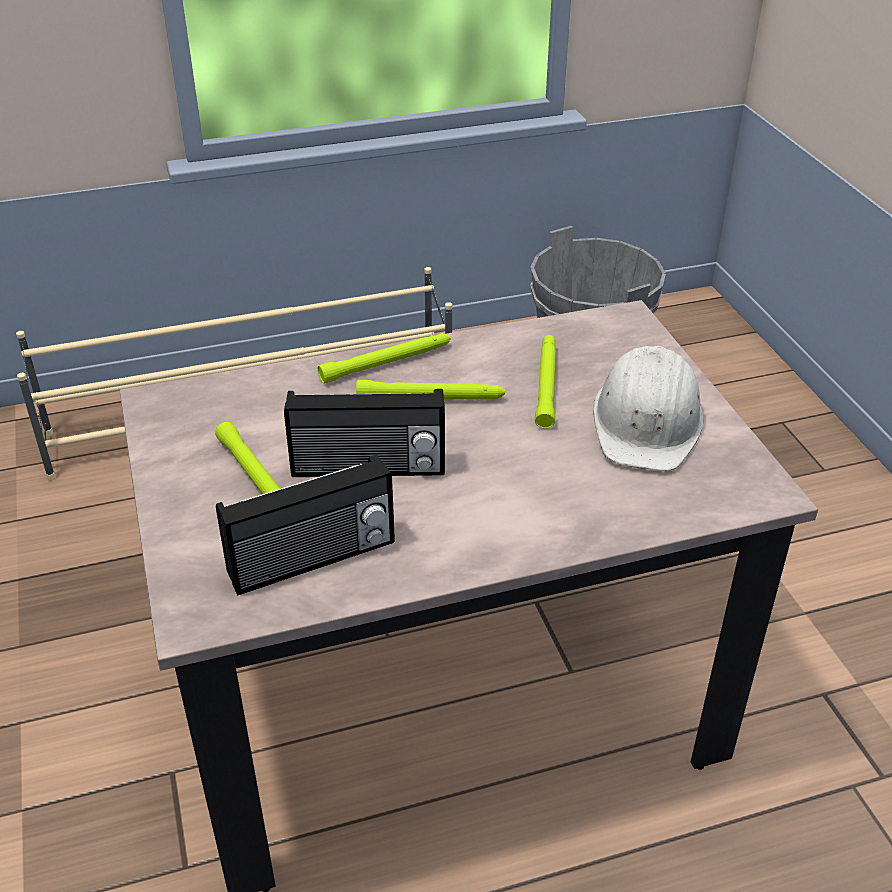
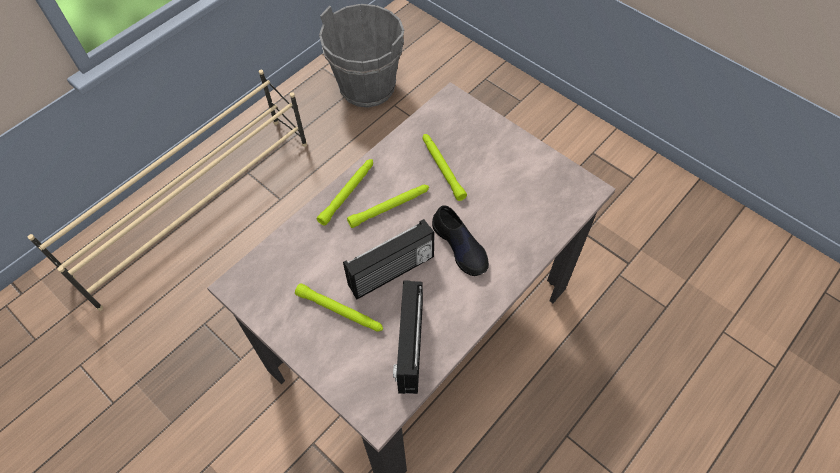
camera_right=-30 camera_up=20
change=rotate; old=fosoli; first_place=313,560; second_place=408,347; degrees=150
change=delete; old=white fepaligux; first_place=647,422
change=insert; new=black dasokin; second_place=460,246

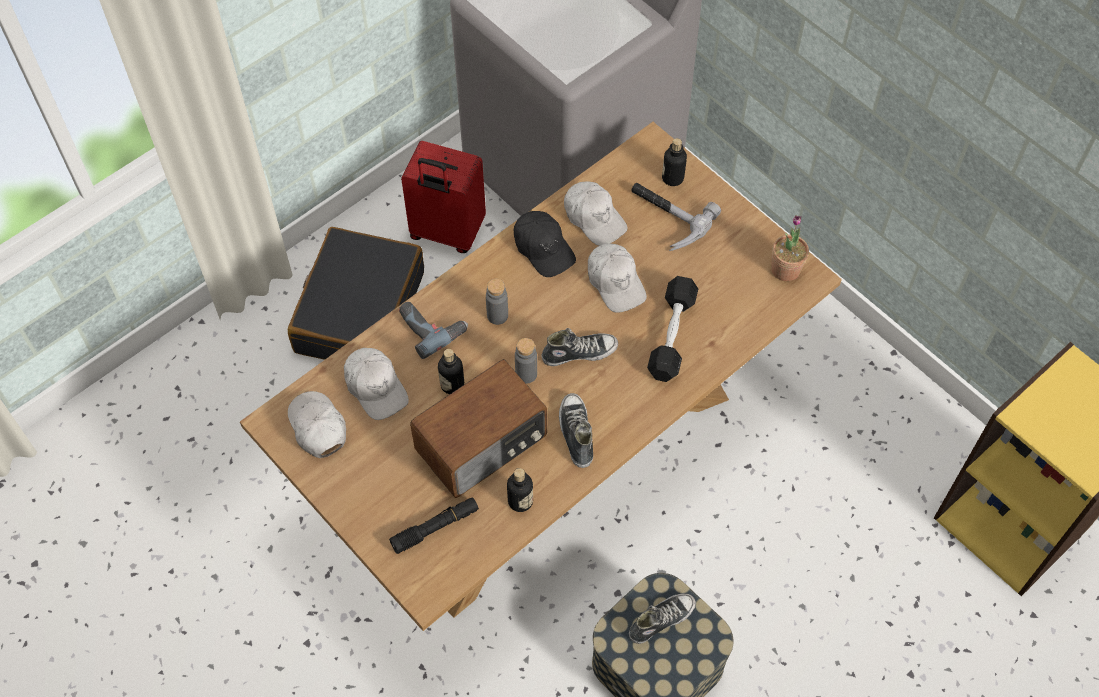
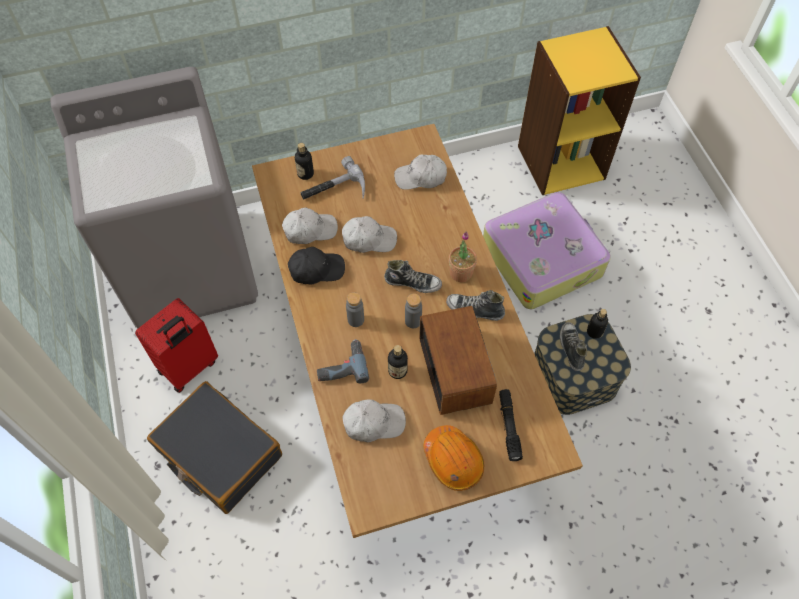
camera_right=-65 camera_up=0
change=move; old=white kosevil; first_place=318,427; second_place=421,177
change=move; old=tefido; first_place=520,501; second_place=594,332
change=rotate; old=dasokin; first_place=579,353; second_place=413,283; degrees=90
change=delete; old=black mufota; first_place=672,335
change=move; old=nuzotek; first_place=785,269; second_place=461,272
change=insert; new=orange fepaligux; second_place=453,460
change=insert; new=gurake; second_place=542,258

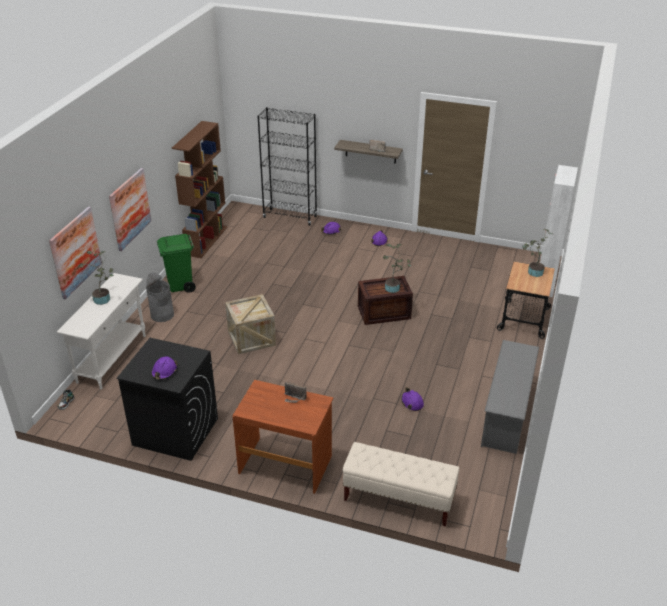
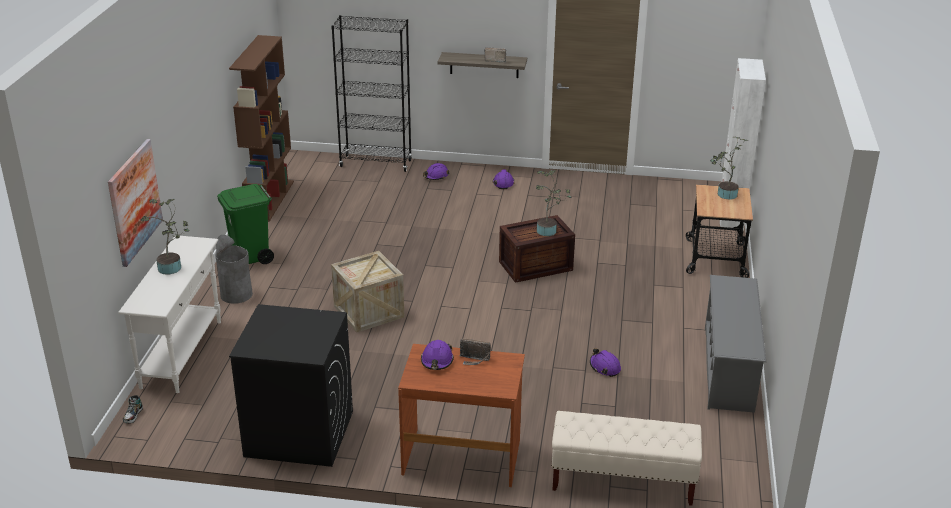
camera_right=-10 camera_up=-5
change=delete; old=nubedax; first_place=129,208
change=move; old=purple fepaligux; first_place=164,372; second_place=437,361

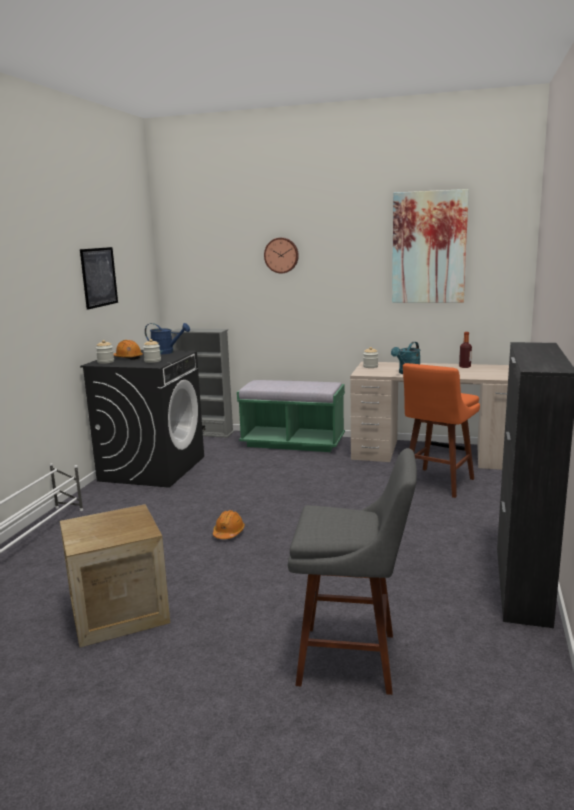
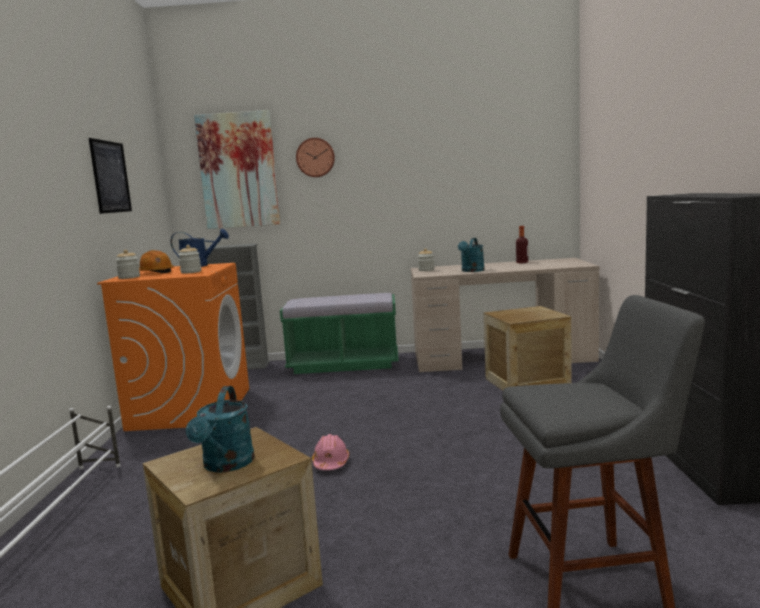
camera_right=-15 camera_up=-5
change=recolor; old=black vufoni; new=orange vufoni; first_place=152,468; second_place=191,408
change=recolor; old=orange fepaligux; new=pink fepaligux; first_place=228,533; second_place=331,463
change=move; old=nubedax; first_place=429,247; second_place=238,170
change=replace; old=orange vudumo; new=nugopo; first_place=437,484; second_place=527,383
change=insert; new=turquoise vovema; second_place=226,465

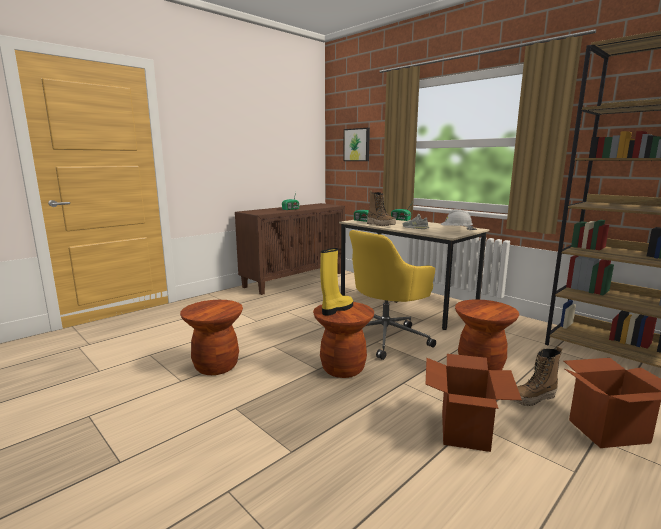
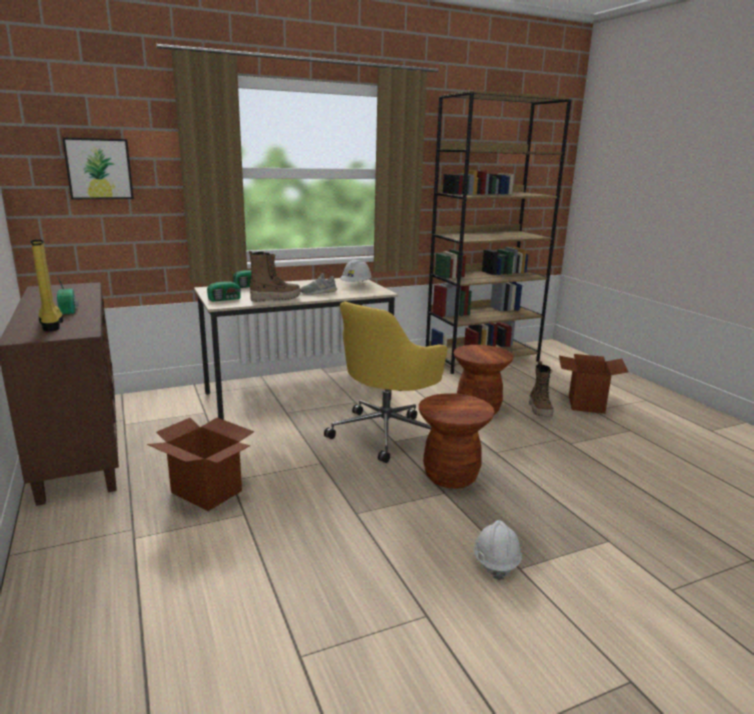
camera_right=-70 camera_up=5
change=delete; old=brown vudumo; first_place=216,366
change=move; old=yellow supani; first_place=336,309; second_place=51,324
change=rotate; old=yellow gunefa; first_place=386,337; second_place=387,433; degrees=60
change=move; old=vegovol; first_place=464,431; second_place=207,492
change=insert; new=white fepaligux; second_place=496,561

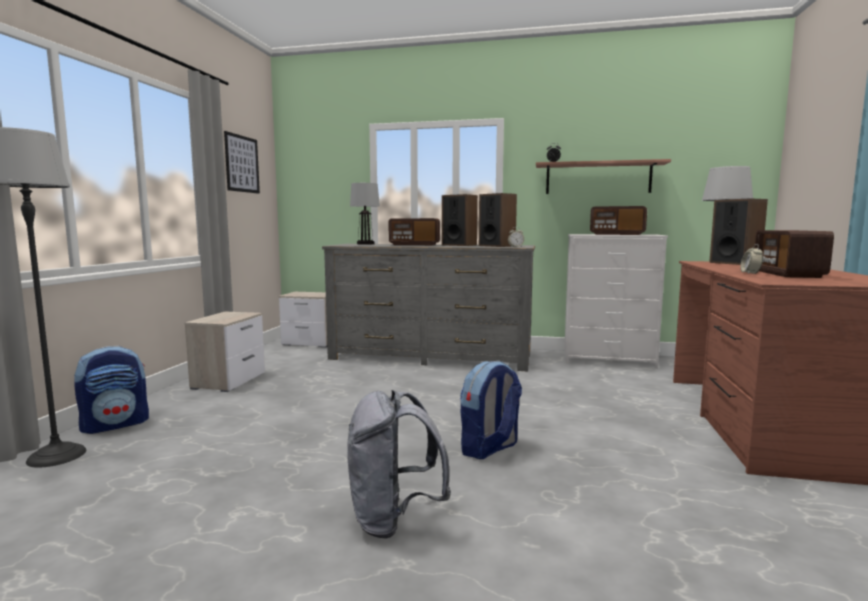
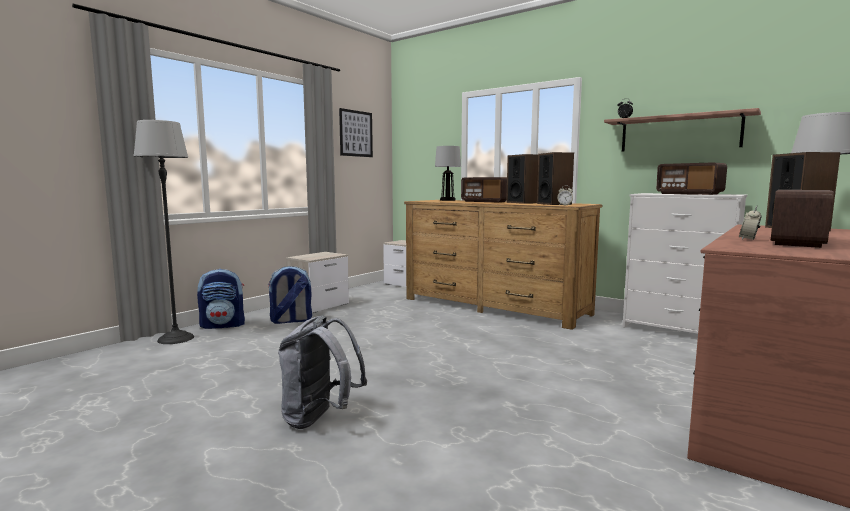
camera_right=25 camera_up=0
change=recolor; old=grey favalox; new=brown favalox; first_place=430,357; second_place=494,306
change=move; old=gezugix; first_place=489,449; second_place=290,321

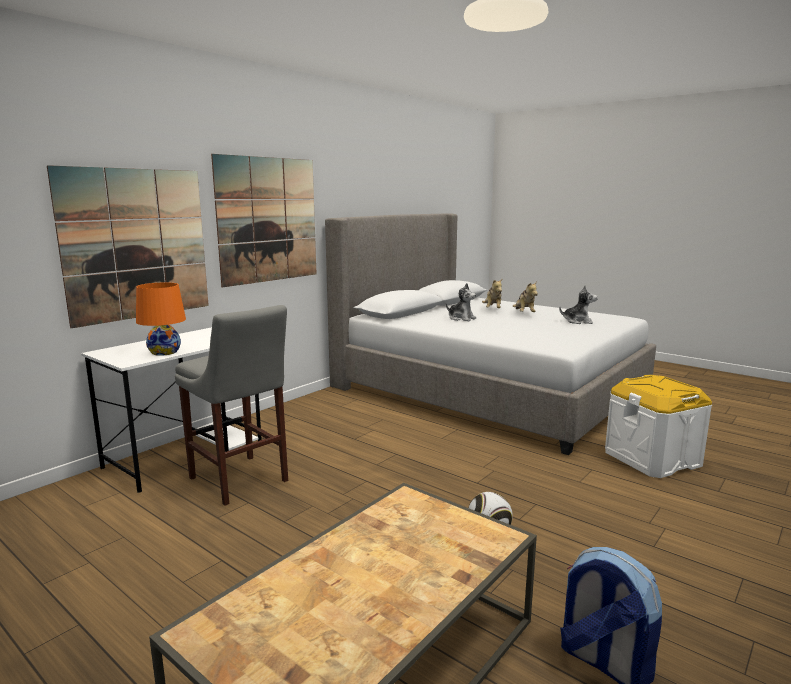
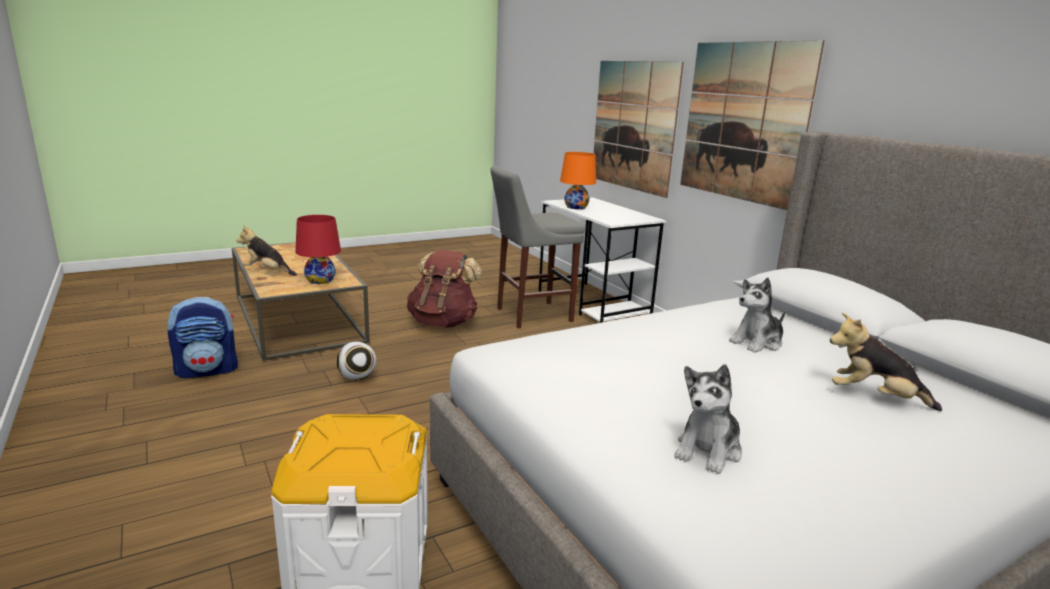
camera_right=110 camera_up=5
change=move; old=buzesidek; first_place=524,313; second_place=267,272
change=insert; new=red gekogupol; second_place=320,280
change=insert; new=brown gezugix; second_place=443,323

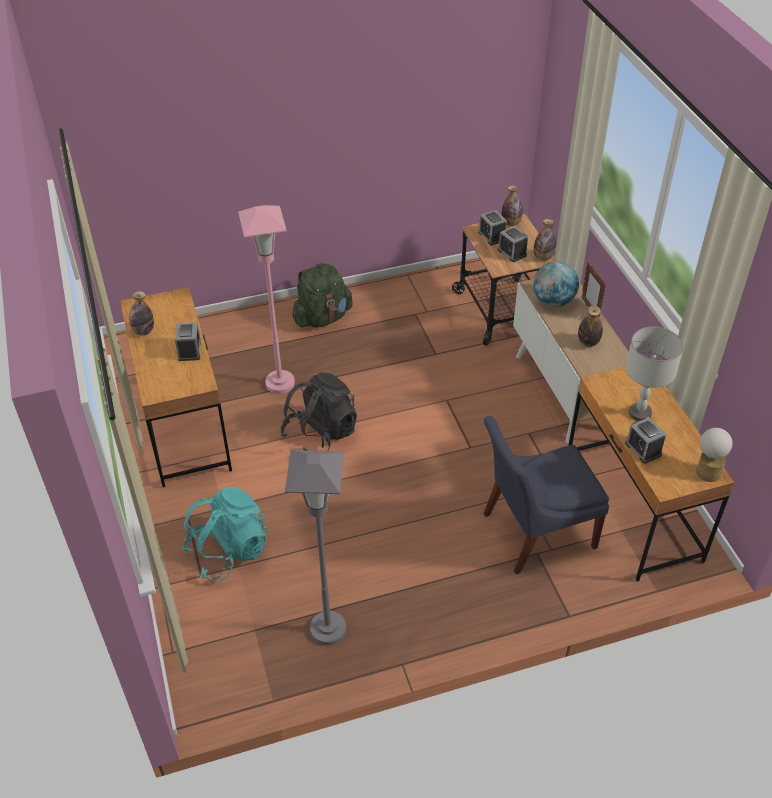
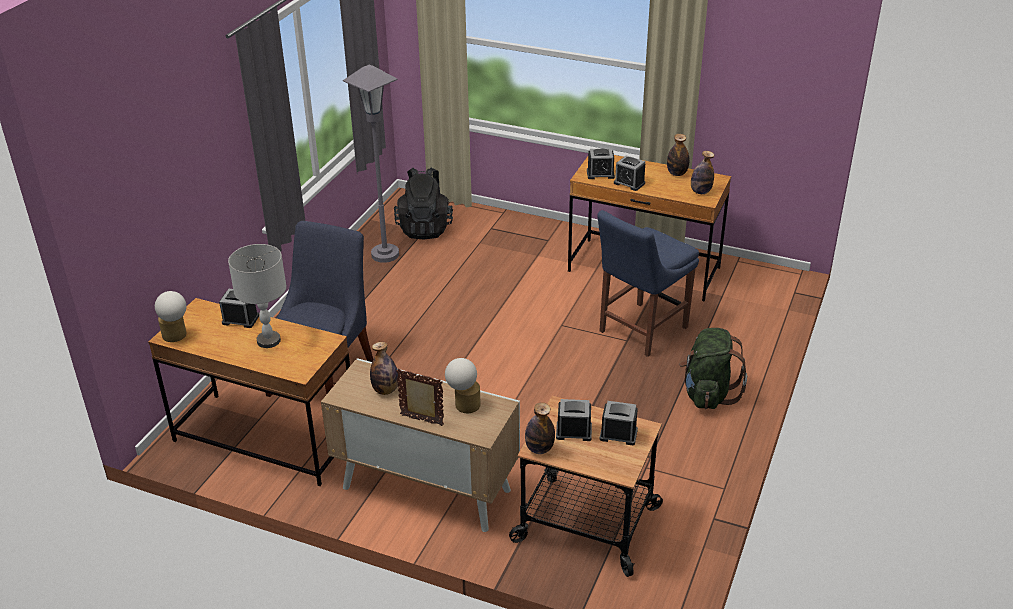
camera_right=130 camera_up=-10
change=delete; old=turquoise gezugix; first_place=228,551
change=replace; old=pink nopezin; new=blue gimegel; first_place=280,383; second_place=640,331
change=move; old=black gezugix; first_place=320,434; second_place=425,228
change=move; old=tefido; first_place=511,223; second_place=700,192
change=replace; old=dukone; new=gekogupol; first_place=553,301; second_place=463,405
change=insert; new=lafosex; second_place=600,174

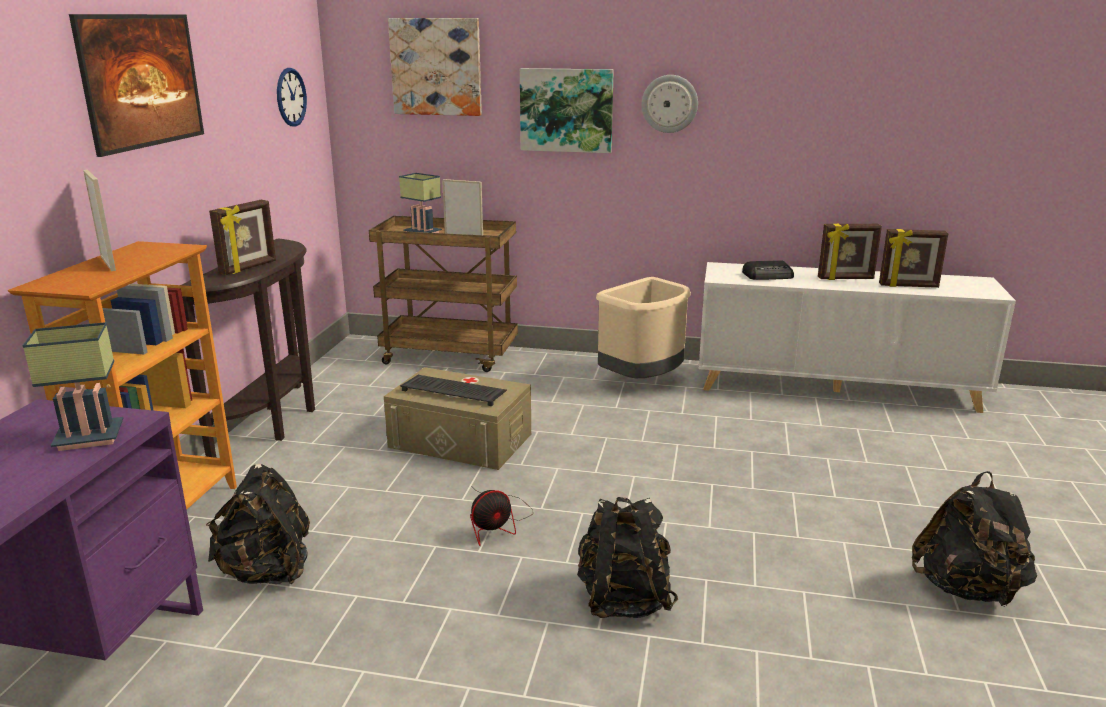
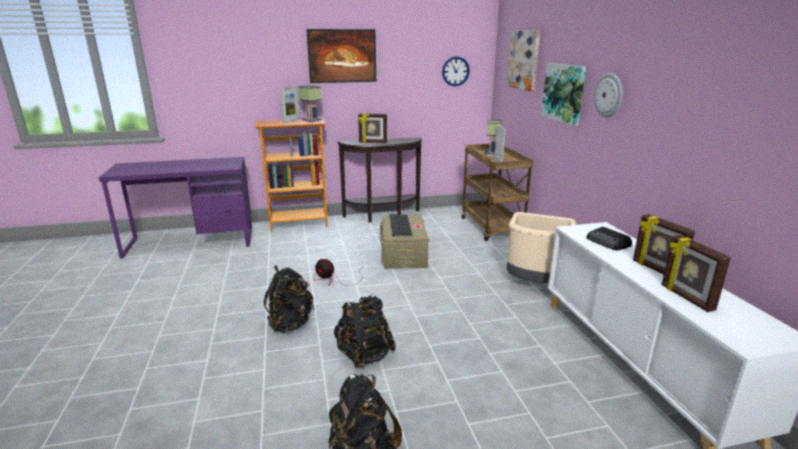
camera_right=65 camera_up=0
change=move; old=gekogupol; first_place=86,439; second_place=310,121
change=move; old=black gezugix; first_place=267,572; second_place=364,355

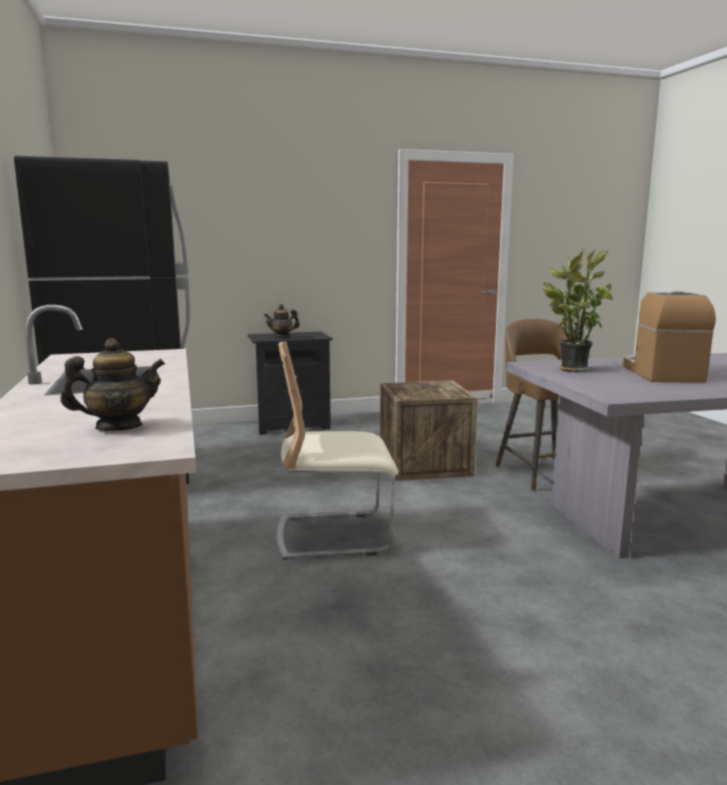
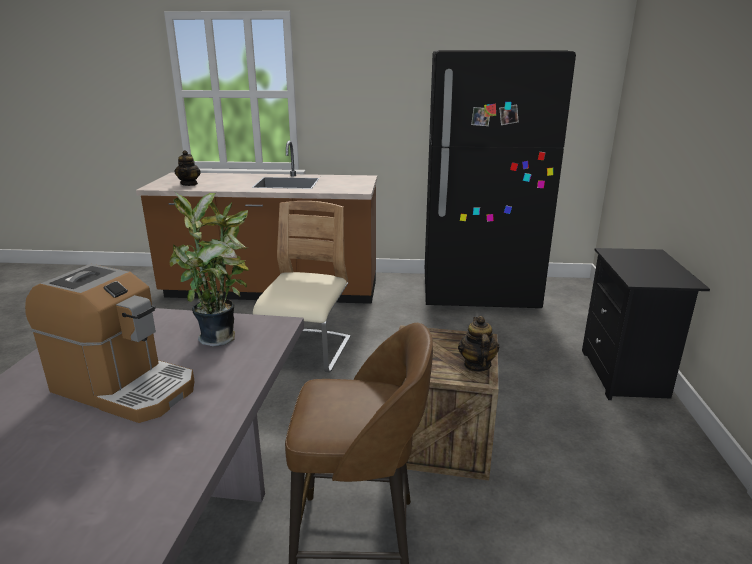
camera_right=110 camera_up=10
change=move; old=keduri; first_place=282,337; second_place=476,365

